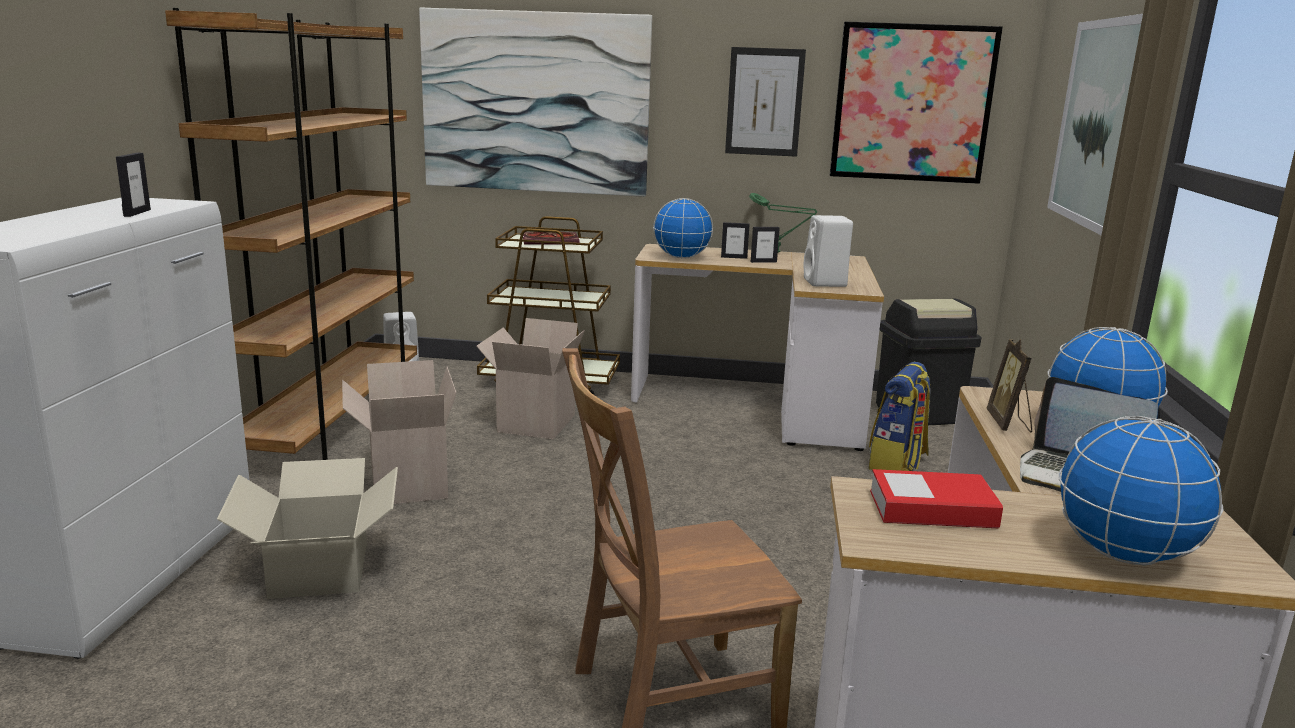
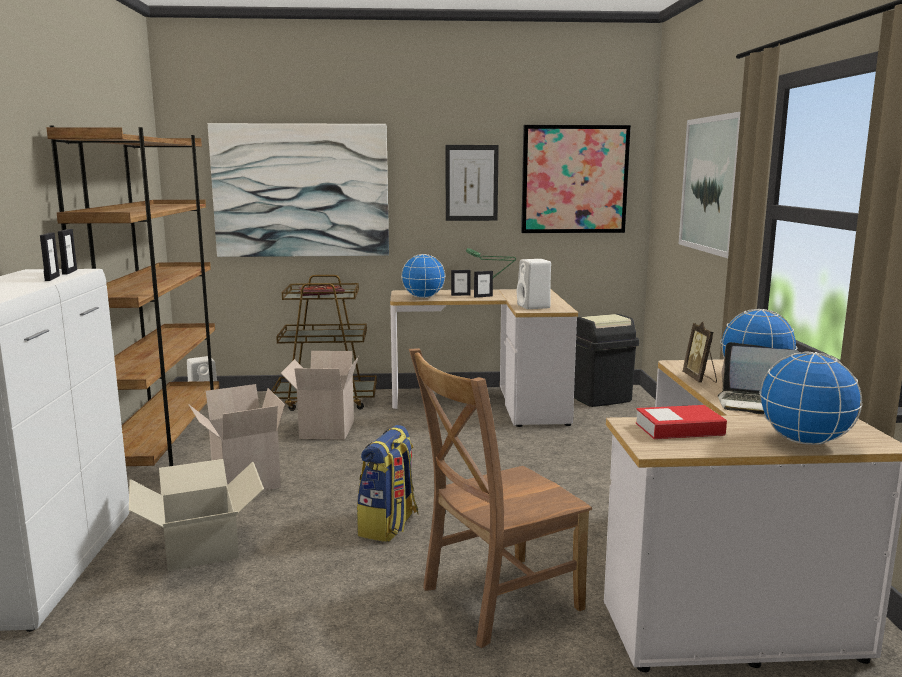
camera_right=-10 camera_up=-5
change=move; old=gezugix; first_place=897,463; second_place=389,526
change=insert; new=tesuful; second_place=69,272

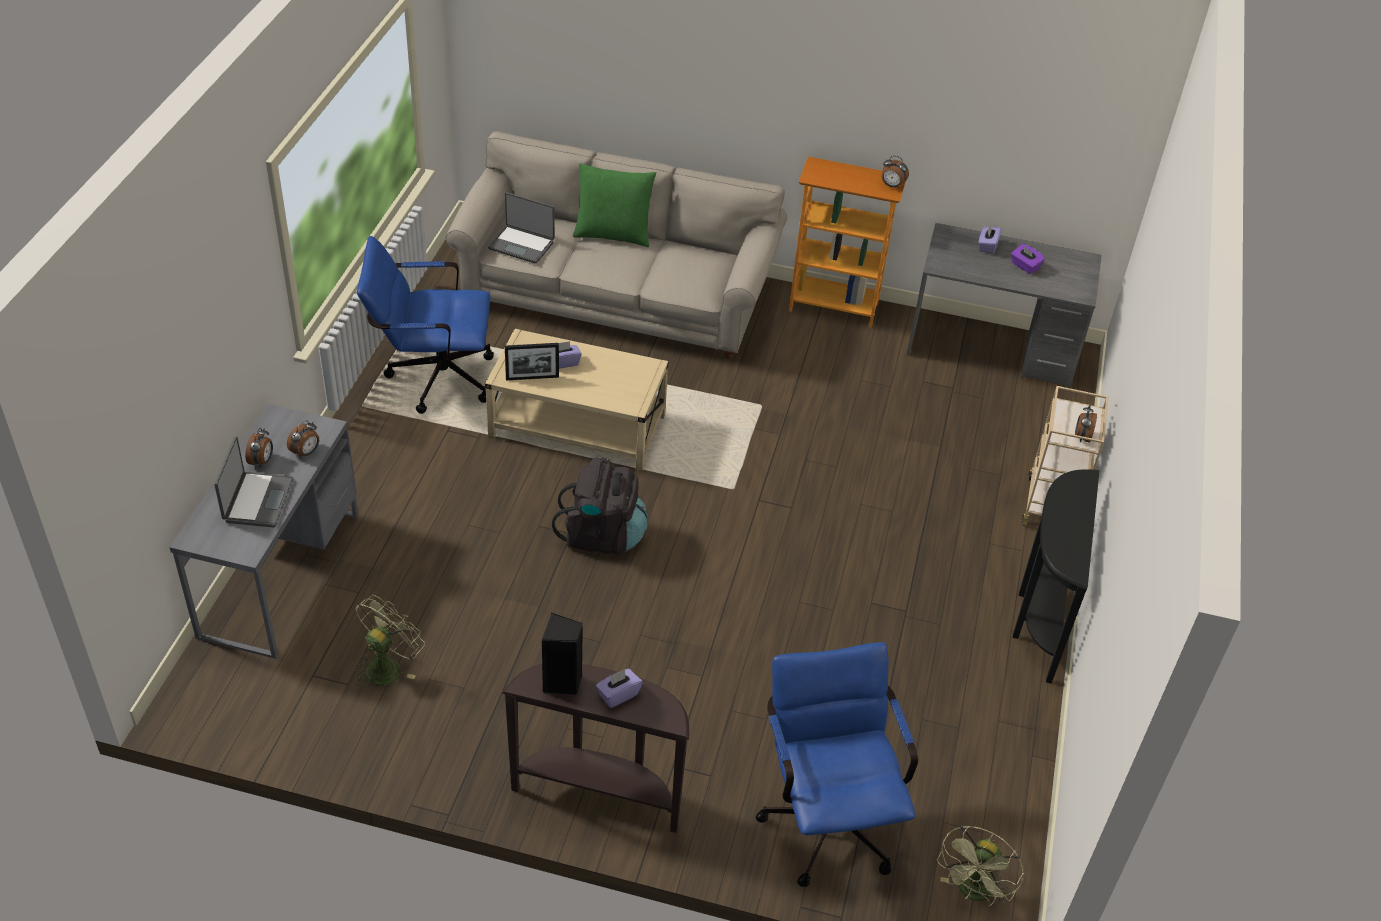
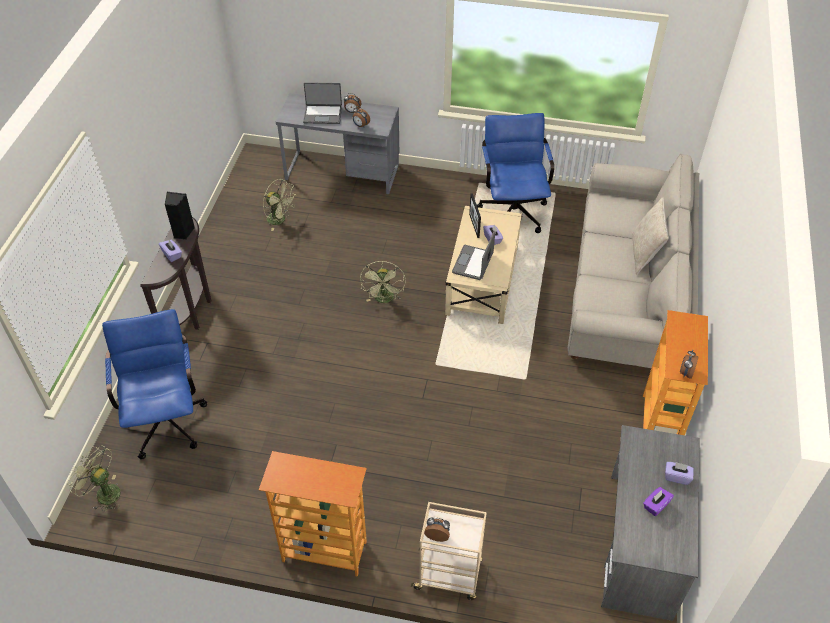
camera_right=90 camera_up=5
change=move; old=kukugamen; first_place=522,245; second_place=473,263
change=replace; old=black gezugix; new=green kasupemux; first_place=602,535; second_place=384,299
change=recolor; old=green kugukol; new=beige kugukol; first_place=613,234; second_place=644,254
change=rotate; old=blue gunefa; first_place=827,816; second_place=166,417; degrees=-90
change=replace; old=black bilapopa; new=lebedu; first_place=1038,620; second_place=324,552

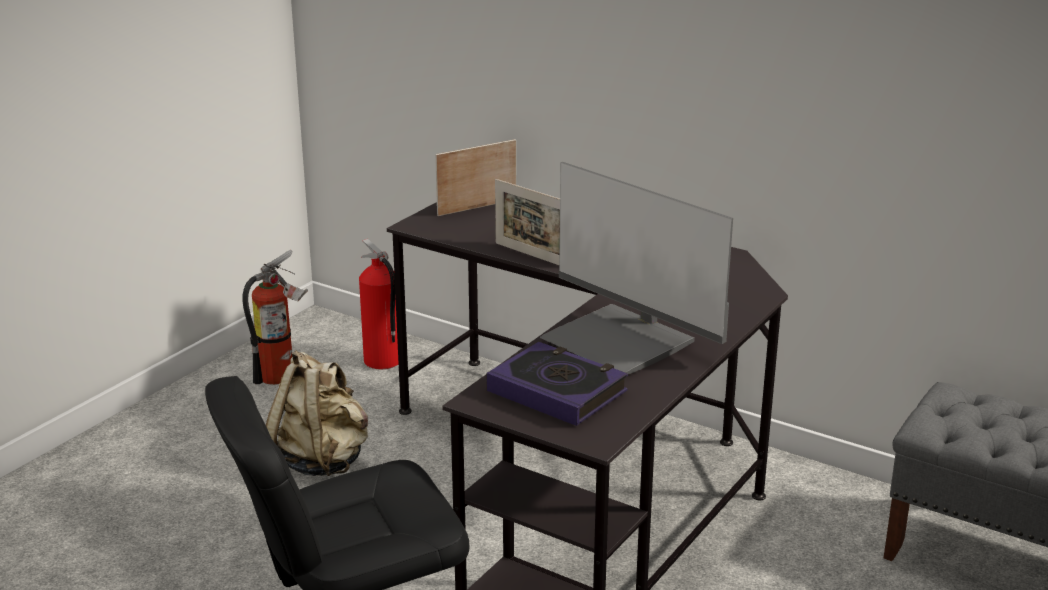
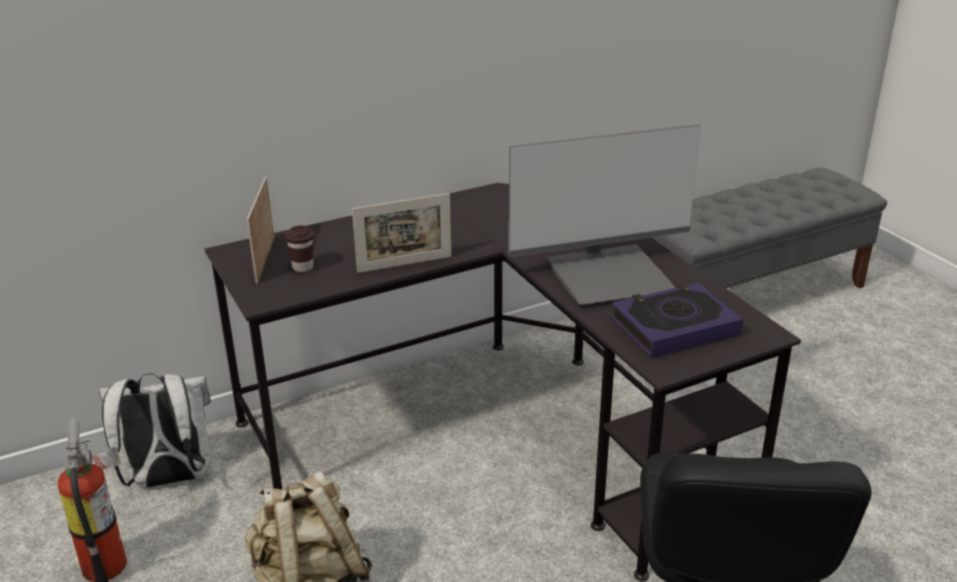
camera_right=-60 camera_up=5
change=replace; old=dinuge; new=white gezugix; first_place=382,361; second_place=169,479
change=insert; new=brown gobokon; second_place=303,267

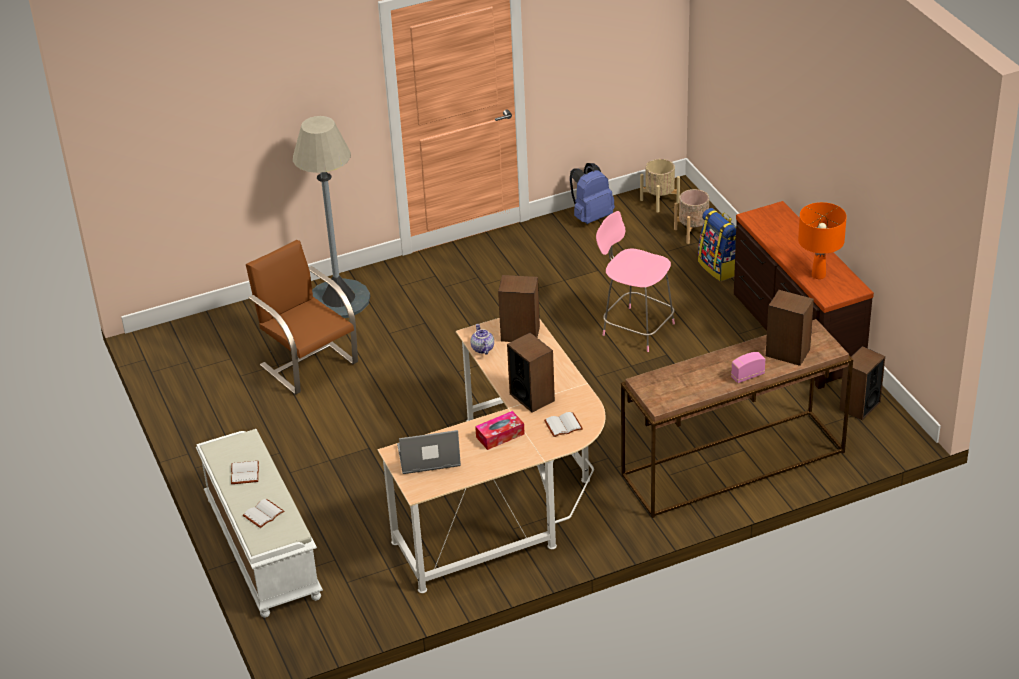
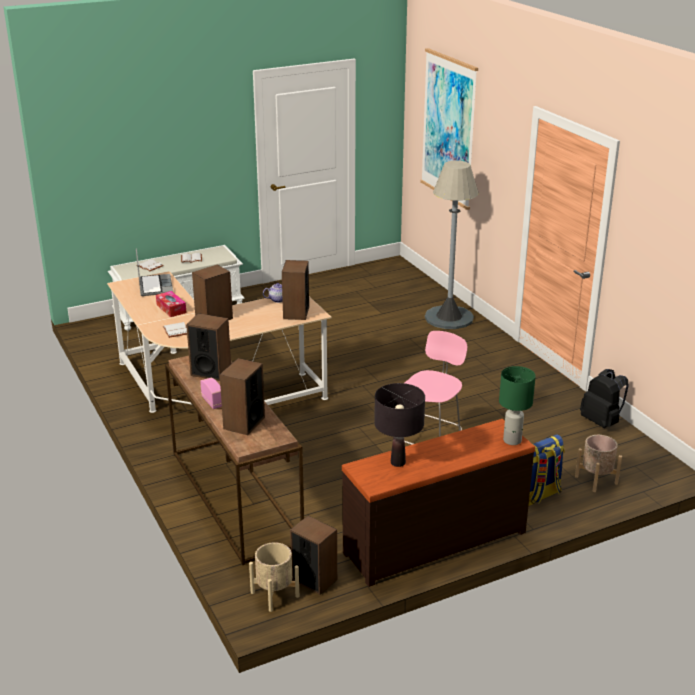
camera_right=85 camera_up=-10
change=delete; old=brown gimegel; first_place=308,363
change=recolor; old=blue gezugix; new=black gezugix; first_place=591,216; second_place=602,422
change=move; old=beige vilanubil; first_place=659,201; second_place=275,594
change=recolor; old=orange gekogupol; new=black gekogupol; first_place=818,275; second_place=398,462
change=insert; new=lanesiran; second_place=211,372
change=insert; new=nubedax; second_place=449,128
change=insert; new=green gekogupol; second_place=512,440

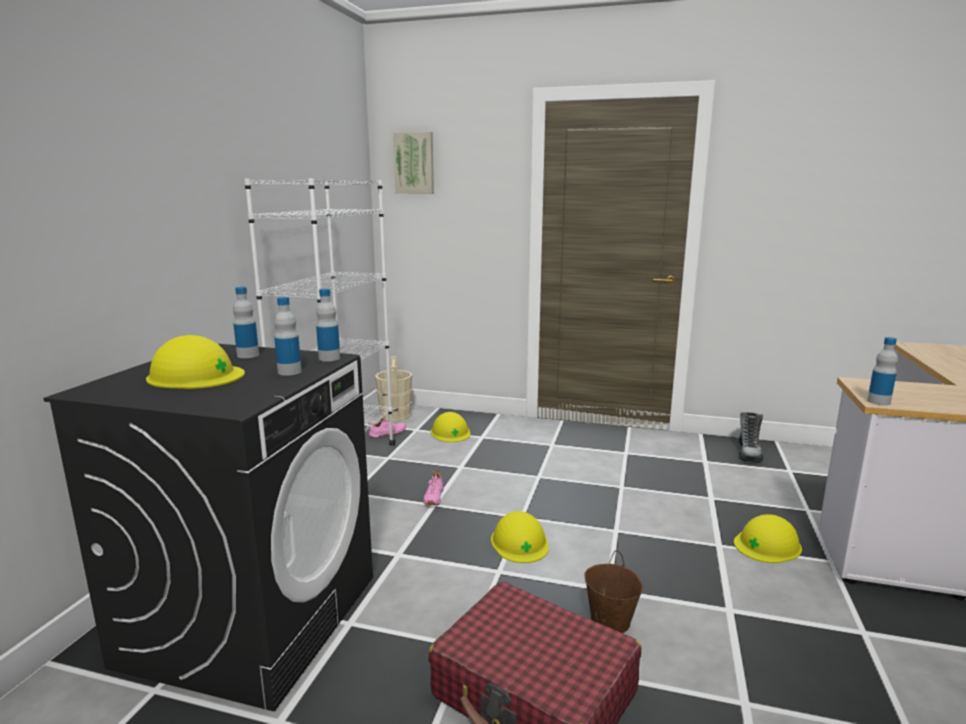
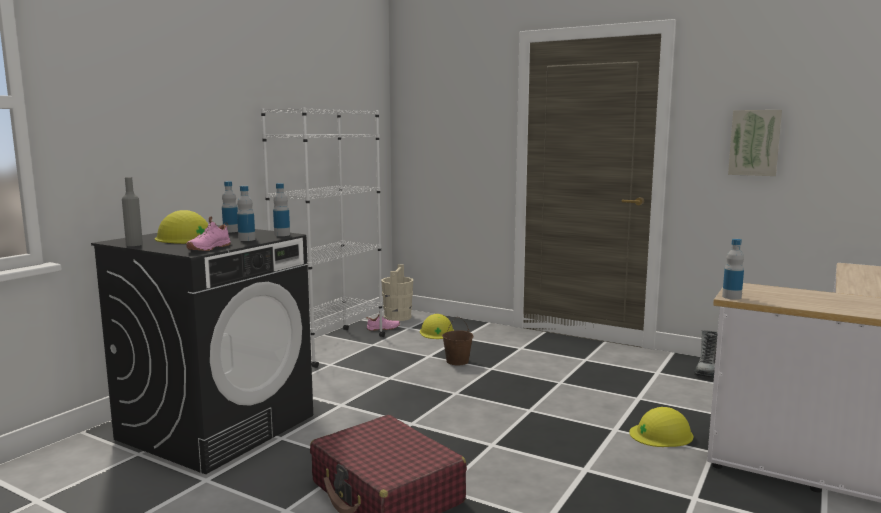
camera_right=15 camera_up=-5
change=move; old=nubedax; first_place=414,163; second_place=754,142
change=move; old=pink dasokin; first_place=433,497; second_place=208,248
change=delete; old=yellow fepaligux; first_place=519,542
change=move; old=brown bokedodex; first_place=609,621; second_place=457,361
change=insert; new=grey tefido; second_place=134,244

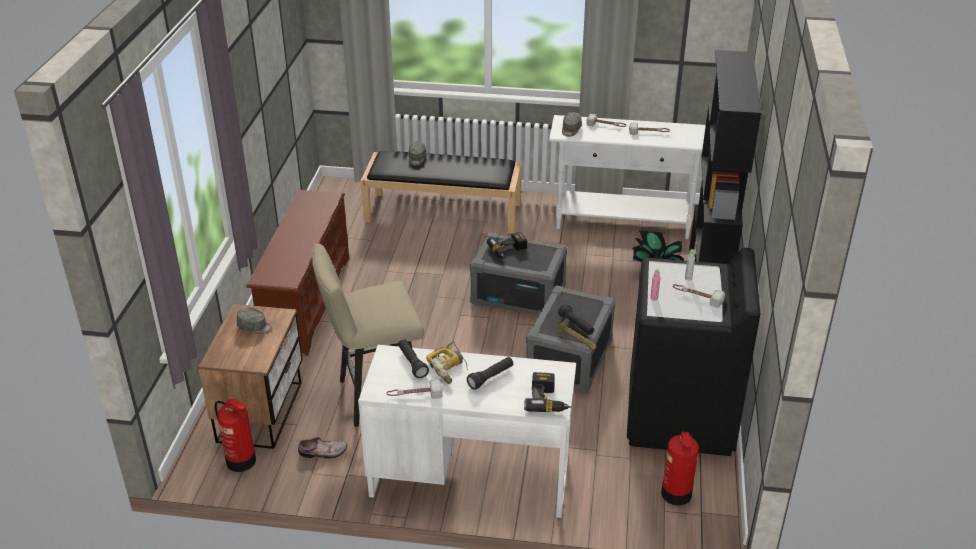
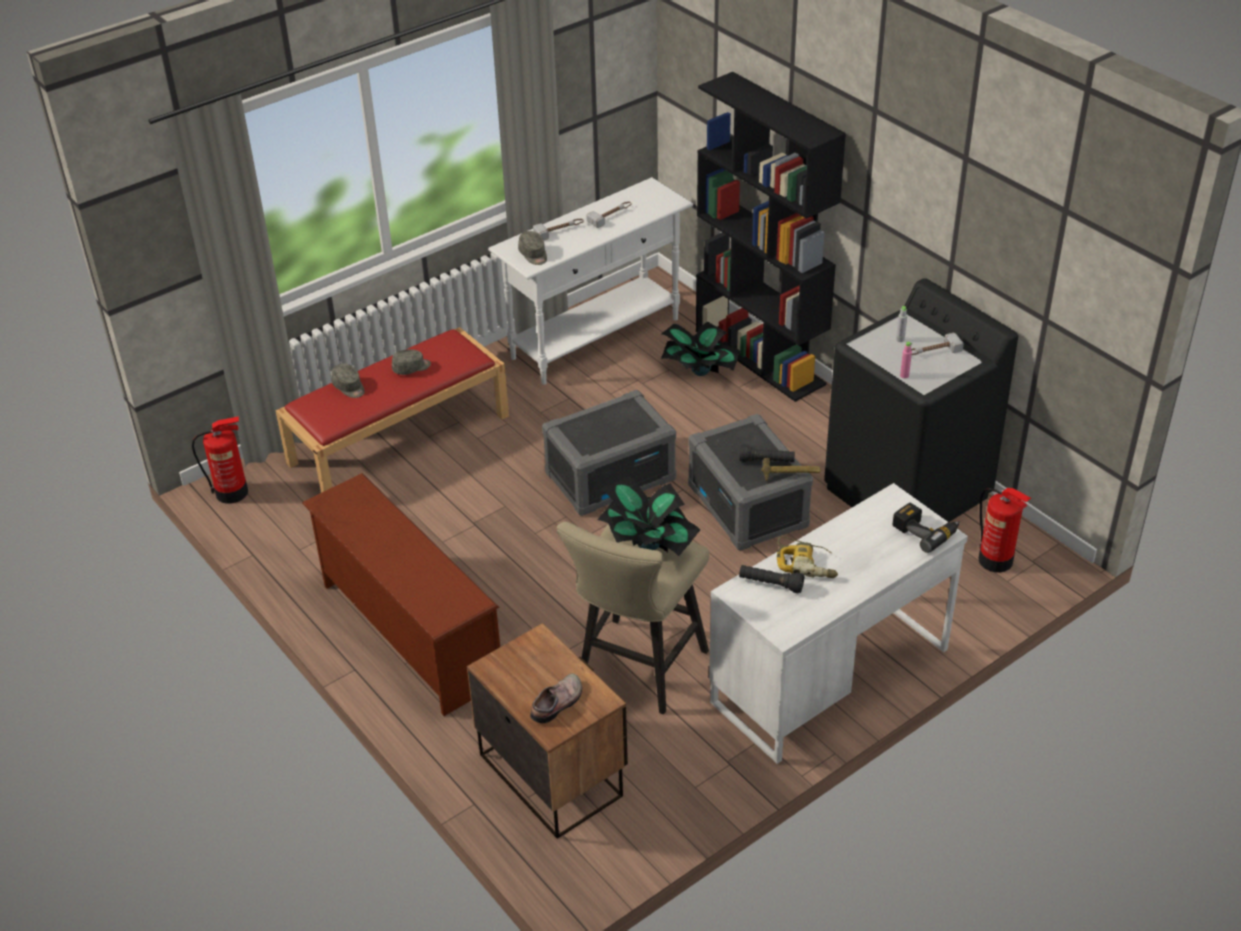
camera_right=-45 camera_up=5
change=move; old=dinuge; first_place=241,461; second_place=232,492
change=move; old=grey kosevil; first_place=255,327; second_place=411,368
change=move; old=dasokin; first_place=323,452; second_place=558,703
change=recolor; old=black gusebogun; new=red gusebogun; first_place=444,212; second_place=400,438
change=delete; old=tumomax; first_place=414,394
change=delete; old=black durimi; first_place=491,378
change=delete; old=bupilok; first_place=509,251
change=insert; new=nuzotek; second_place=648,544

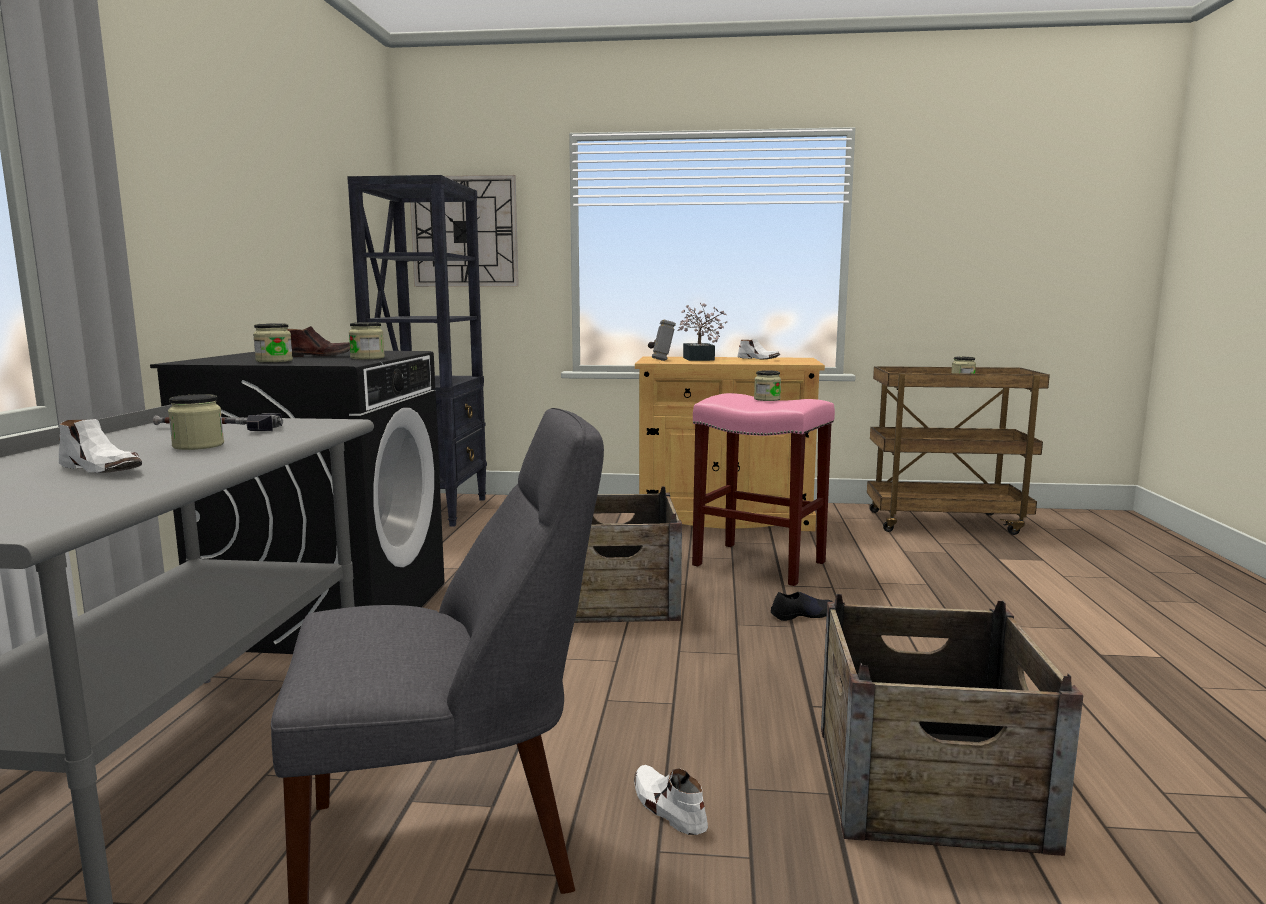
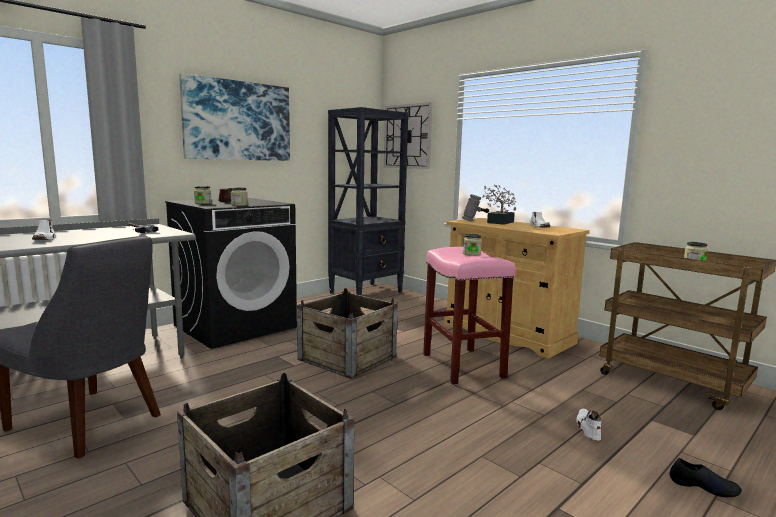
camera_right=40 camera_up=0
change=delete; old=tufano; first_place=198,445
change=move; old=white dasokin; first_place=667,808; second_place=587,428
change=move; old=black dasokin; first_place=802,614; second_place=703,486
change=insert; new=nubedax; second_place=238,121

